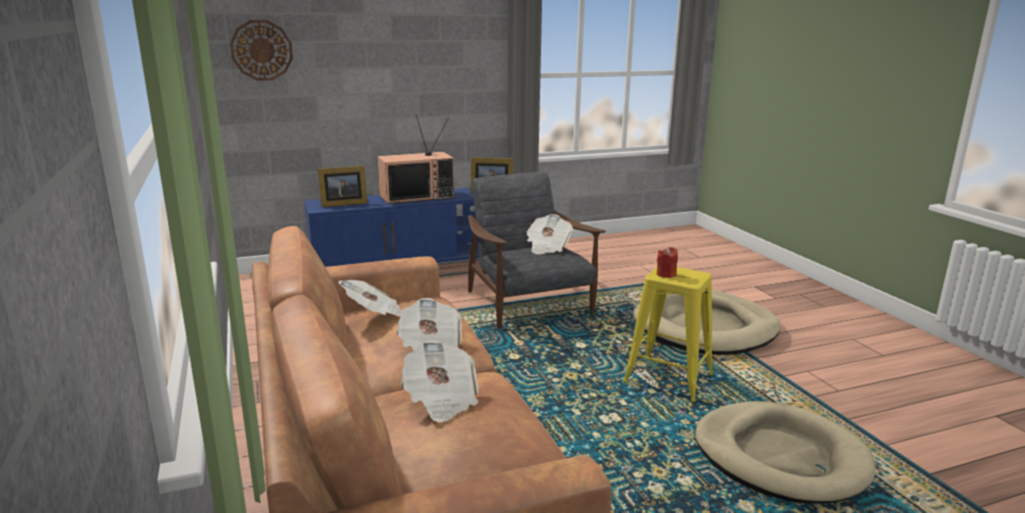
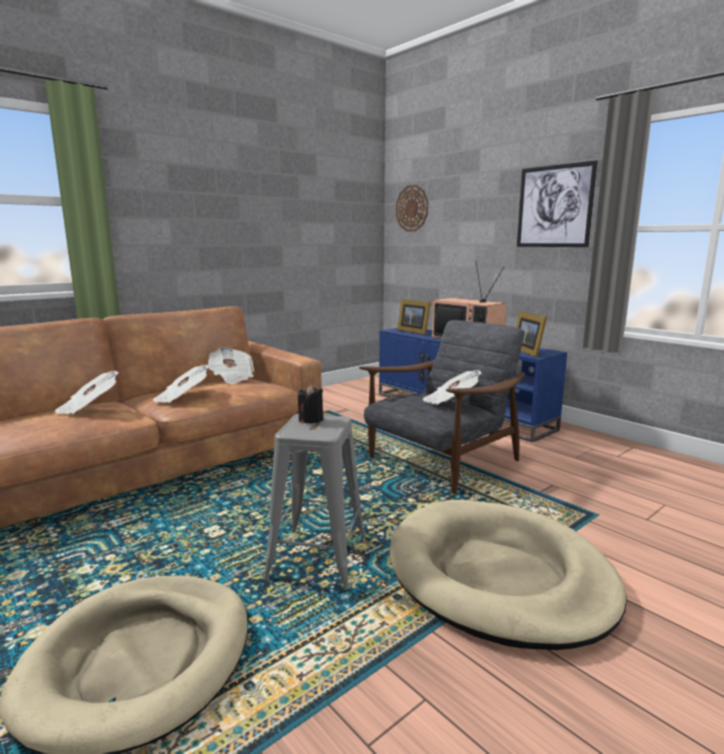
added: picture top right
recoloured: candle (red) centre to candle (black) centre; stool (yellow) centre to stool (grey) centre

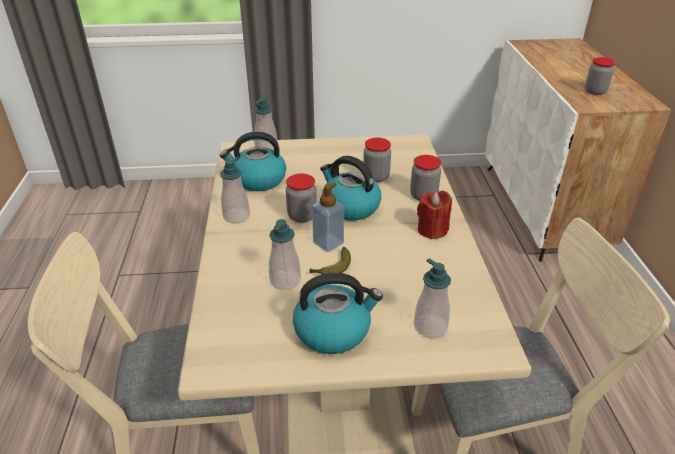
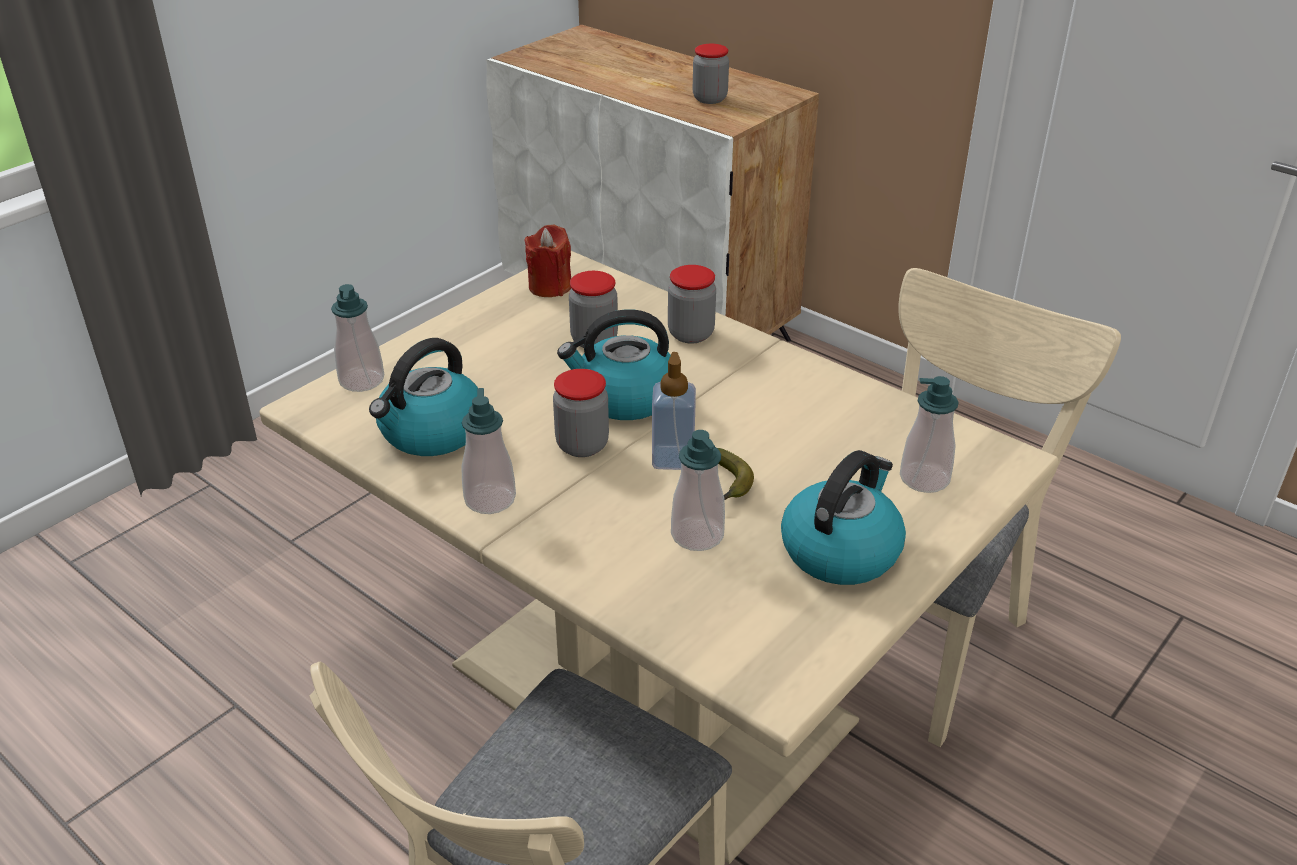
moved: candle (red) centre to top centre

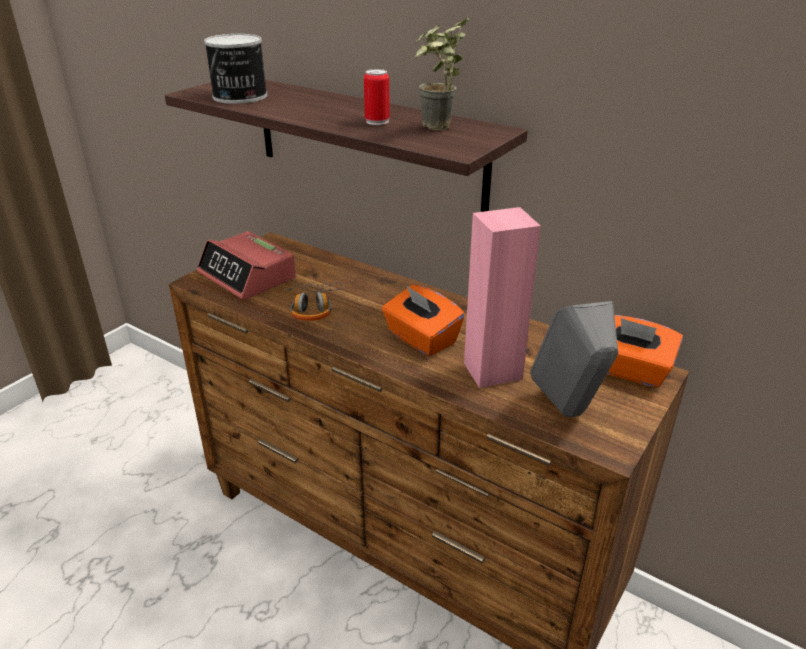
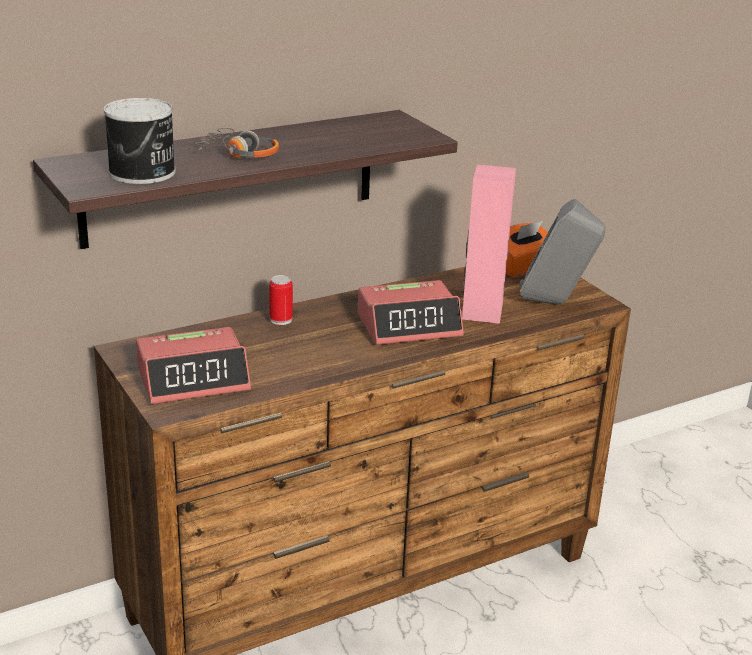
removed: potted plant top centre
moved: can (2nd from left) top centre to centre; headphones centre to top left
replaced: tissue box (orange) (1st from left) centre to alarm clock (2nd from left) centre

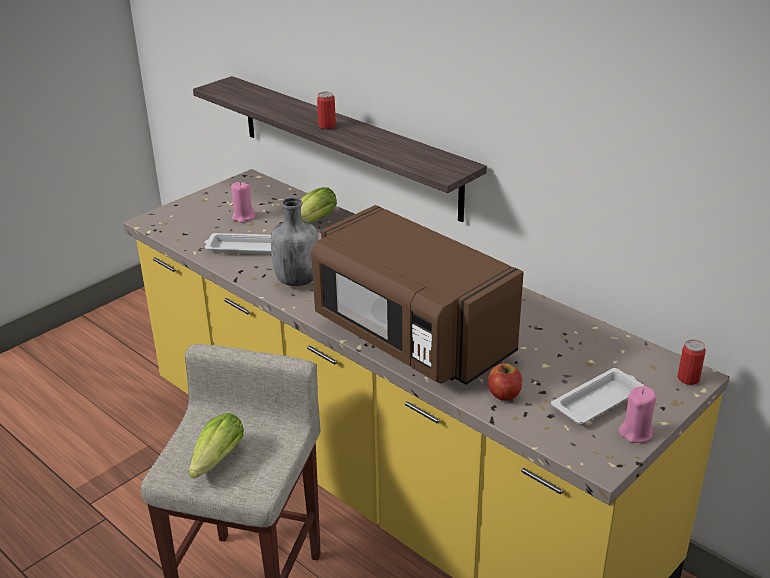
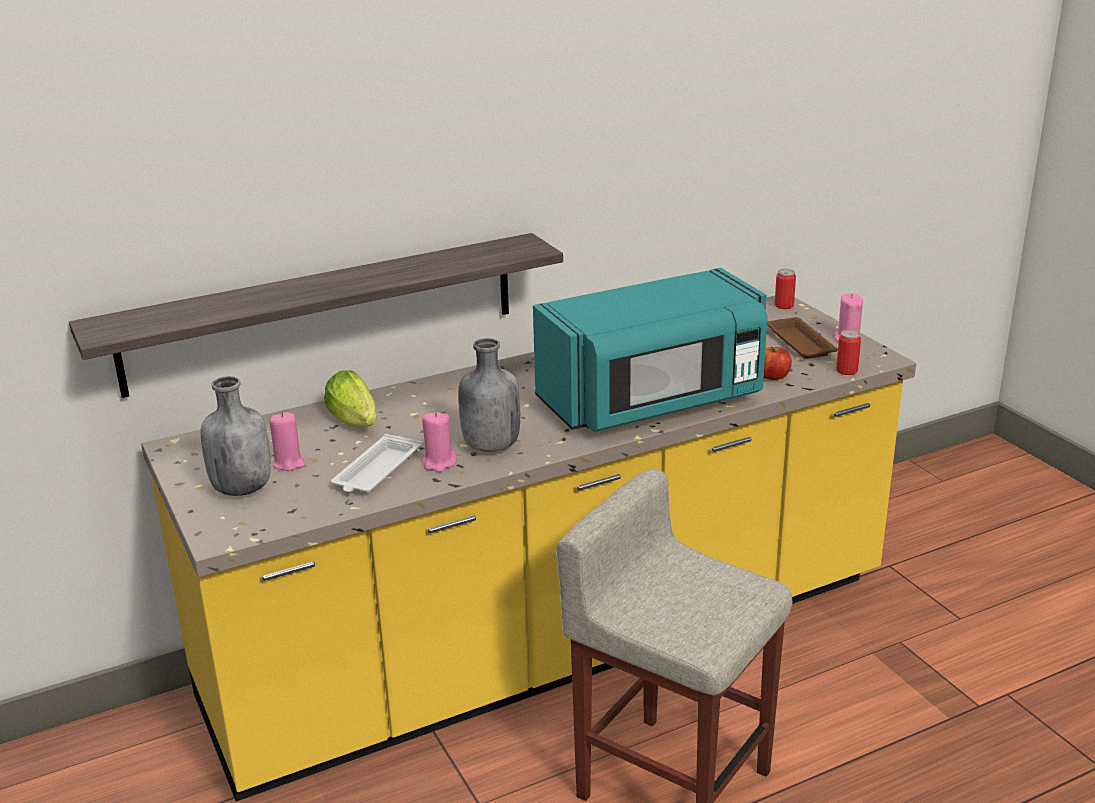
removed: lettuce (1st from left) bottom left
added: bottle (grey) (1st from left) middle left; candle (pink) (2nd from left) centre
moved: can (1st from left in the first image) top centre to can (2nd from left) middle right
recoloured: microwave (brown) centre to microwave (turquoise) centre; tray (white) (2nd from left) bottom right to tray (brown) middle right

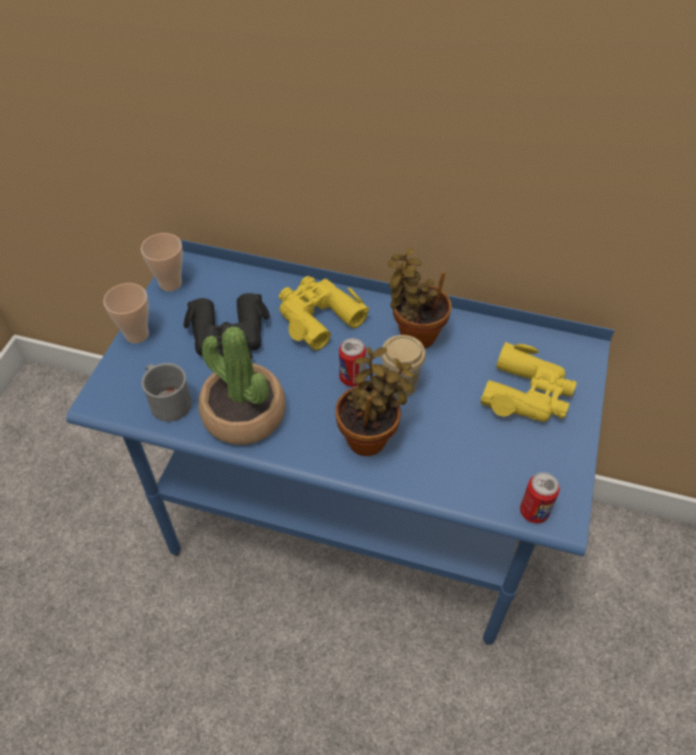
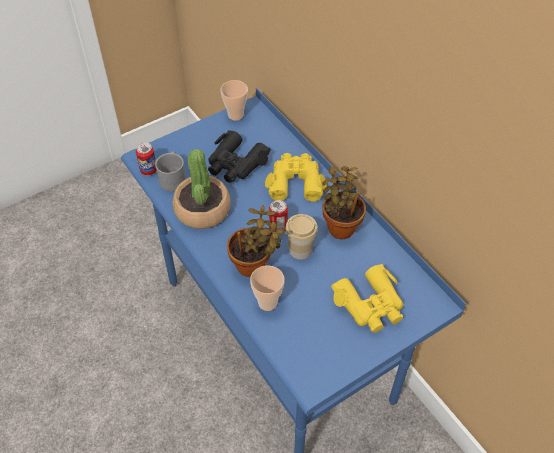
moved: cup (1st from left in the first image) middle left to cup (2nd from left) centre; can (2nd from left in the first image) middle right to can (1st from left) middle left

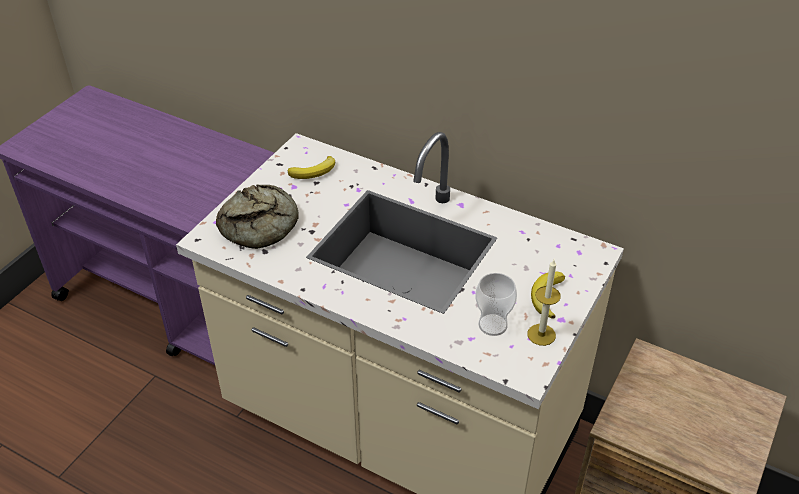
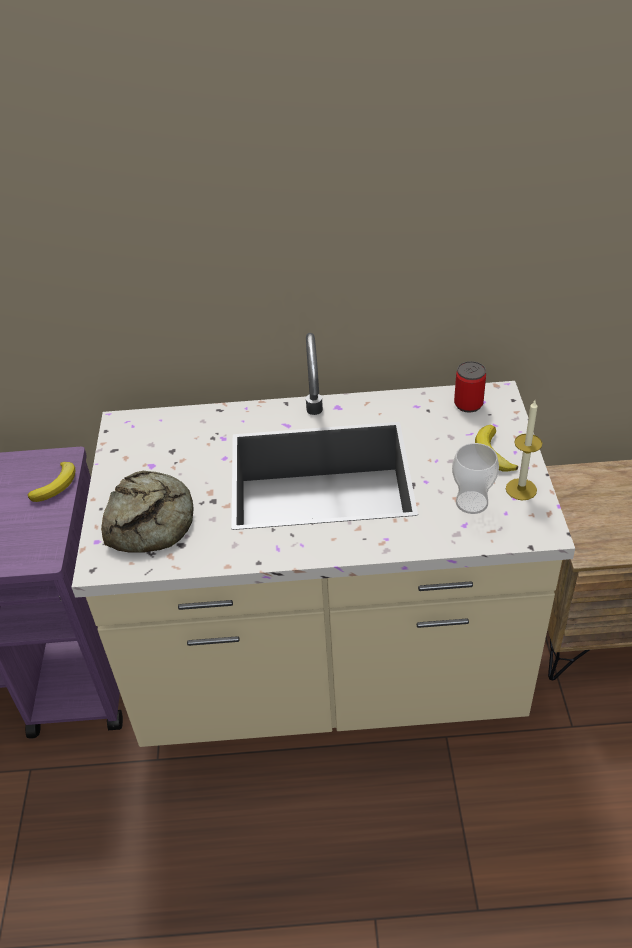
added: can middle right
moved: banana (1st from left) centre to middle left

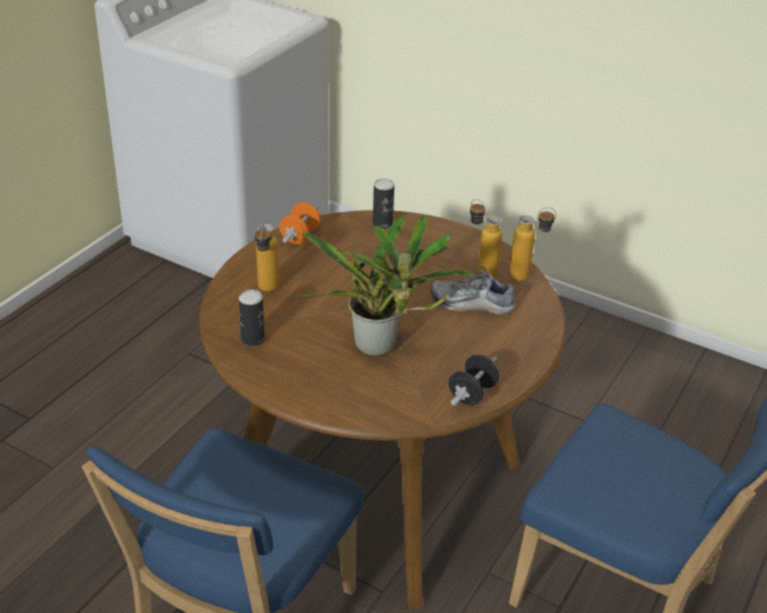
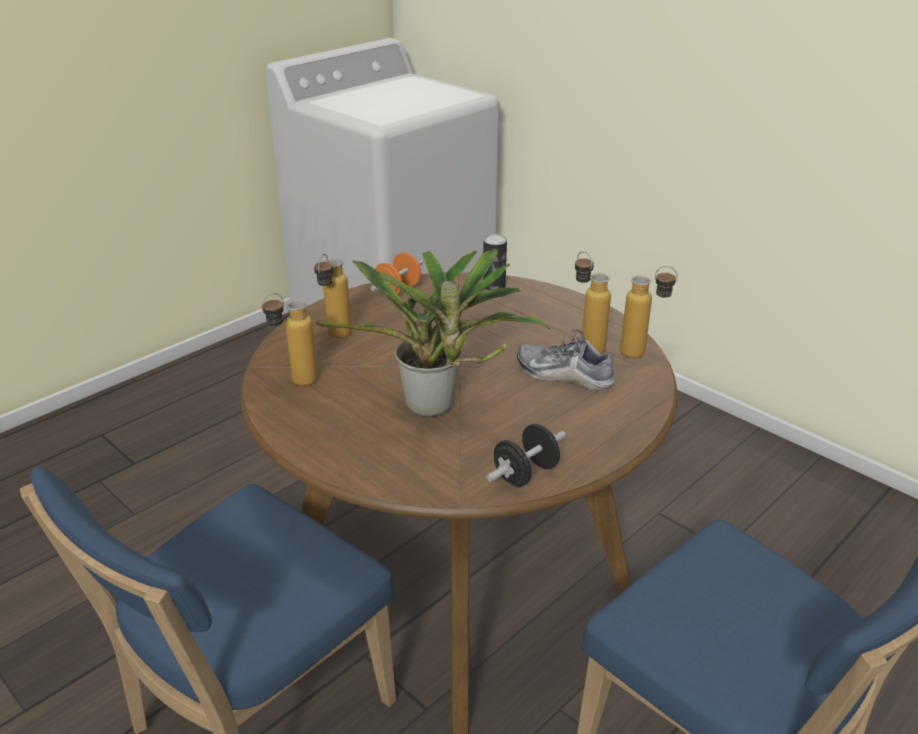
replaced: can (1st from left) middle left to bottle (1st from left) middle left

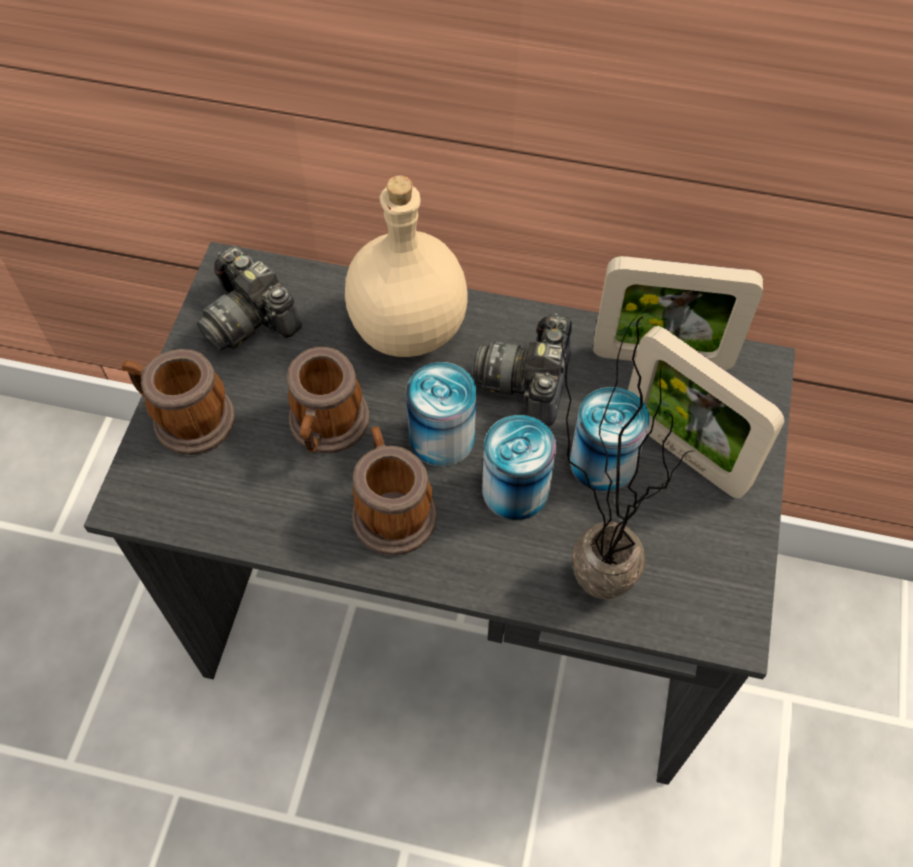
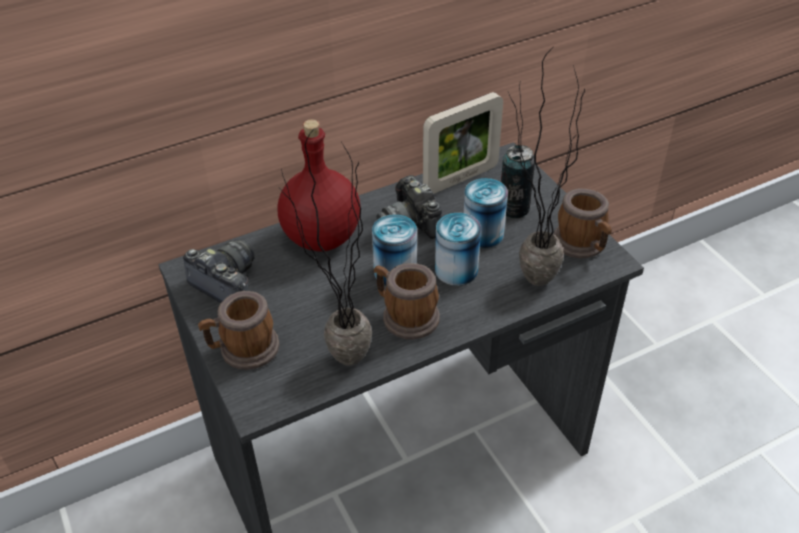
added: potted plant (1st from left) centre
moved: mug (2nd from left in the first image) centre to mug (3rd from left) middle right
replaced: picture frame (2nd from left) middle right to can (4th from left) centre
recoloured: bottle (beige) top centre to bottle (red) centre
turned: photo camera (1st from left) middle left = middle left 150 degrees counterclockwise

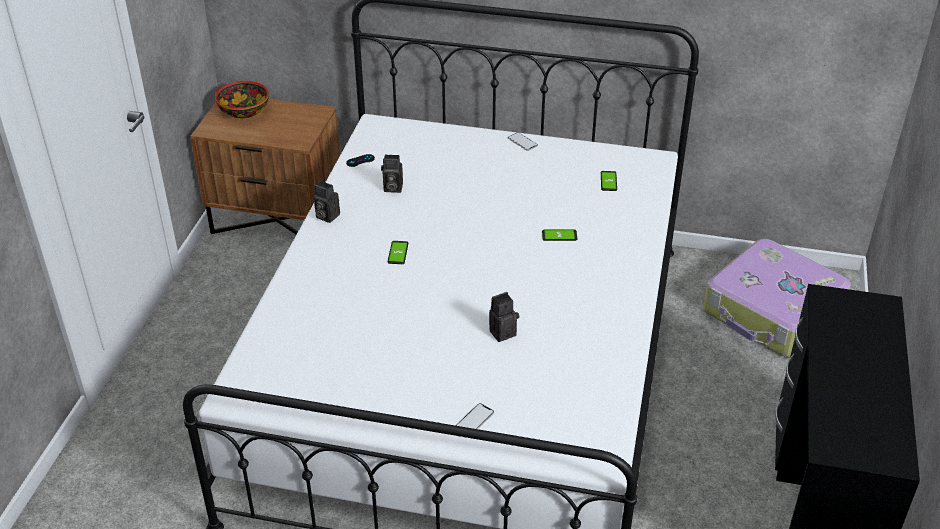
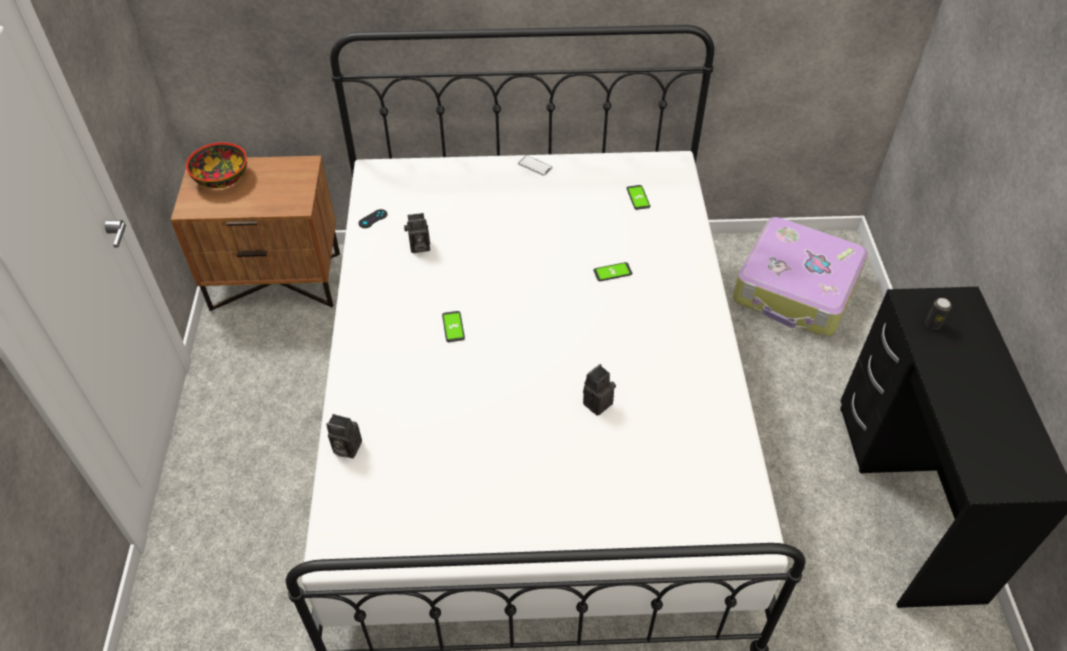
removed: phone (2nd from left) bottom centre
added: can middle right
moved: photo camera (1st from left) centre to bottom left

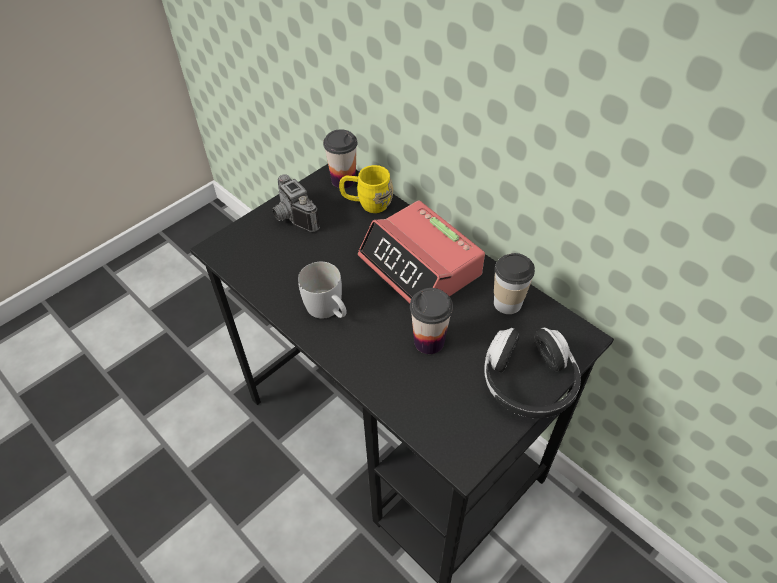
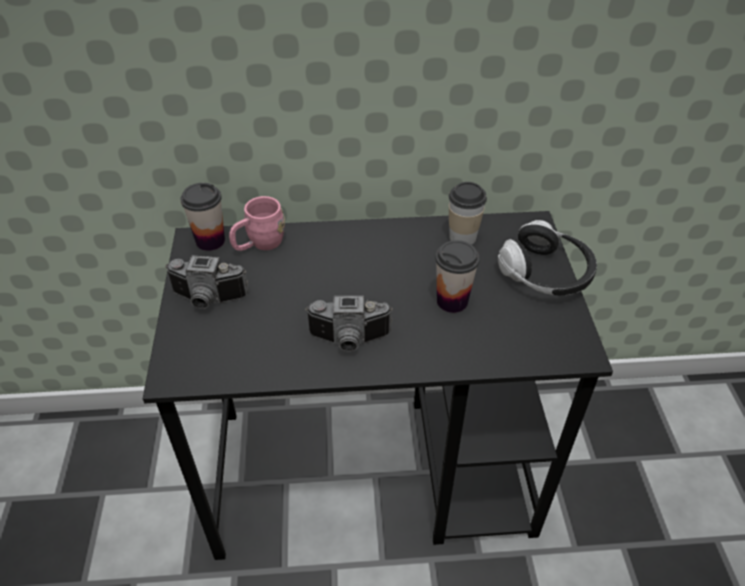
removed: alarm clock centre
replaced: mug (white) centre to photo camera (2nd from left) centre
recoloured: mug (yellow) top centre to mug (pink) centre

